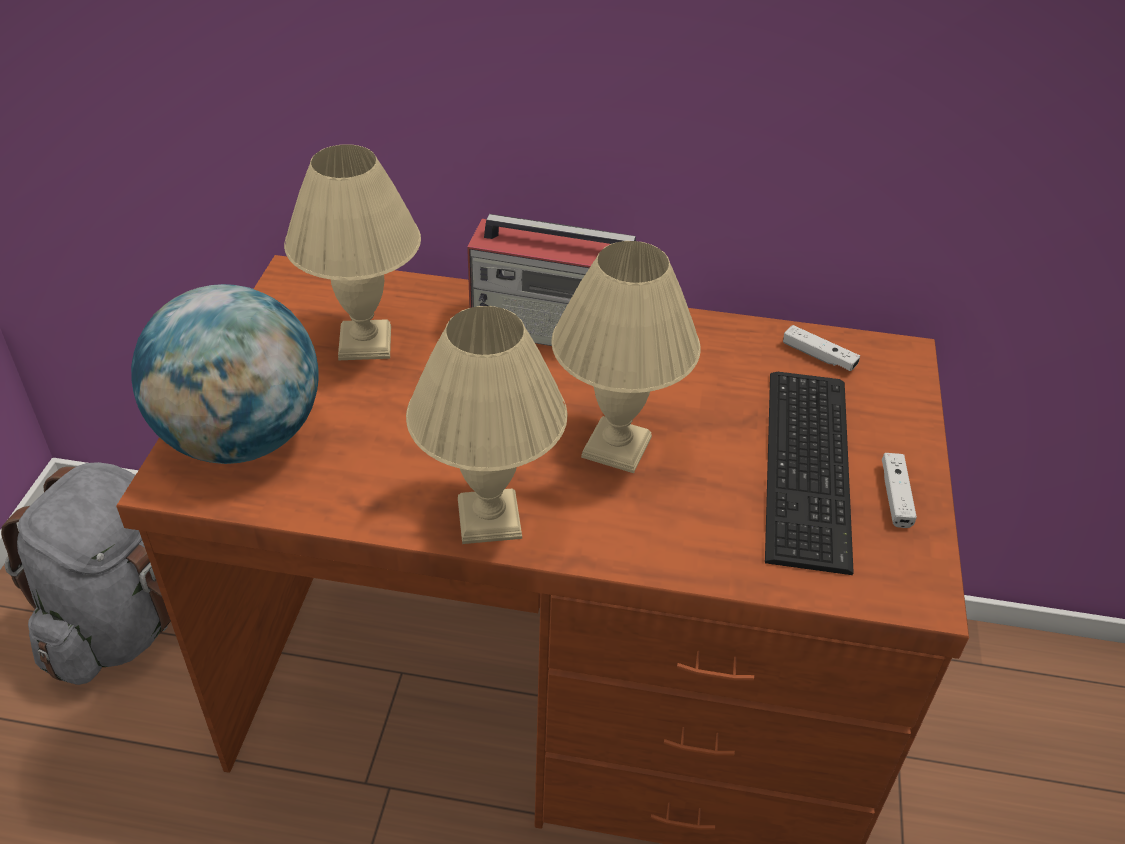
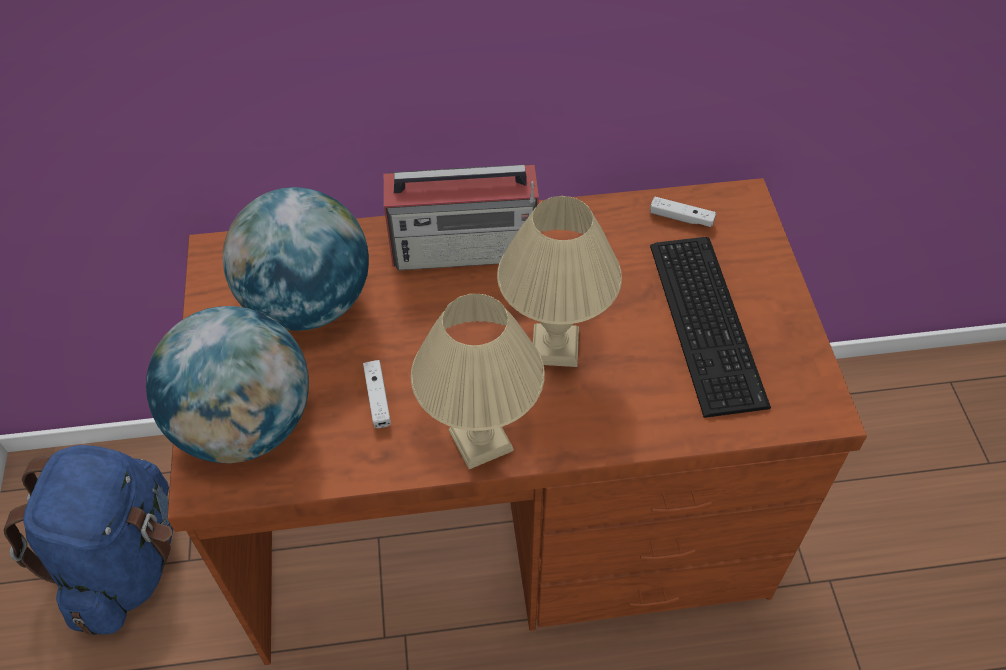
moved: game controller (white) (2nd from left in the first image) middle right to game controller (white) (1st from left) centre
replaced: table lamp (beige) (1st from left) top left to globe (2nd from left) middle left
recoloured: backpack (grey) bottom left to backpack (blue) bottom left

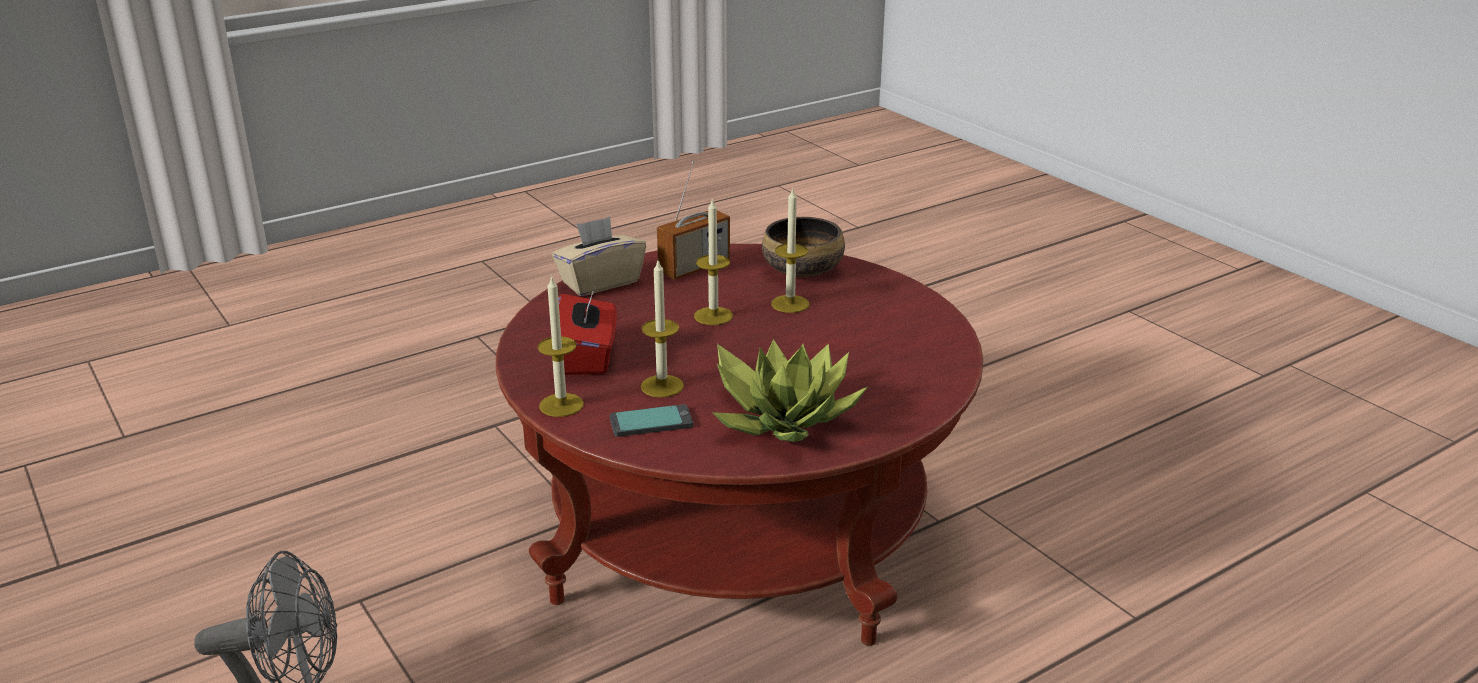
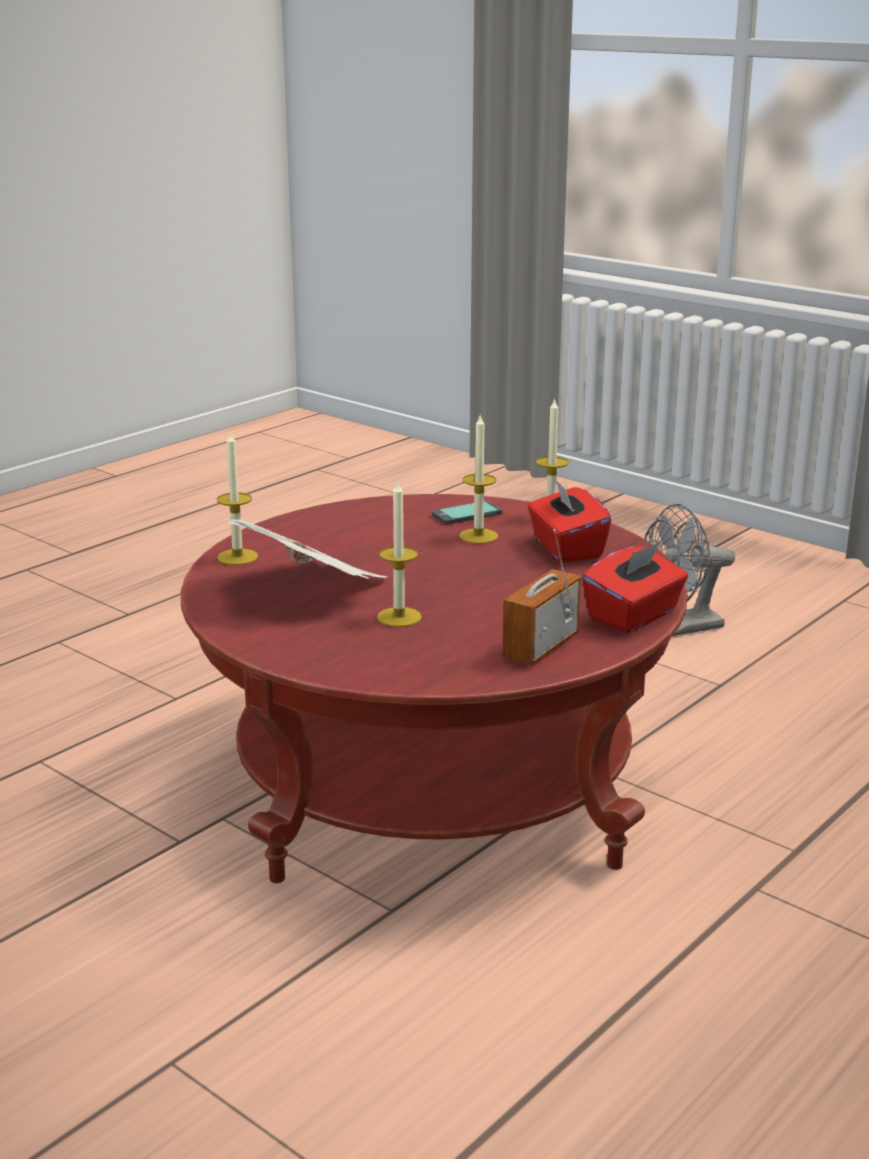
removed: bowl centre; potted plant centre
added: newspaper centre
moved: candle (3rd from left in the first image) centre to candle (1st from left) middle left
recoloured: tissue box (beige) centre to tissue box (red) (2nd from left) middle right

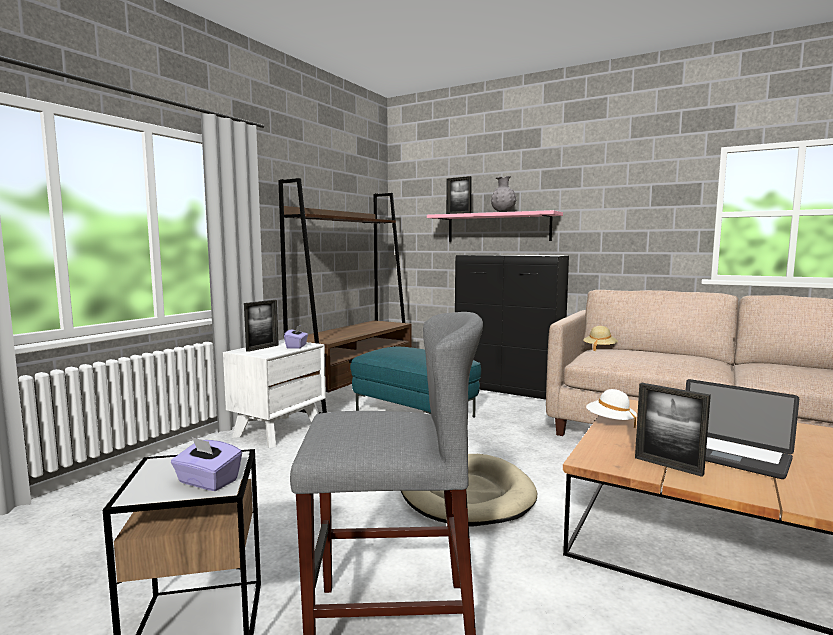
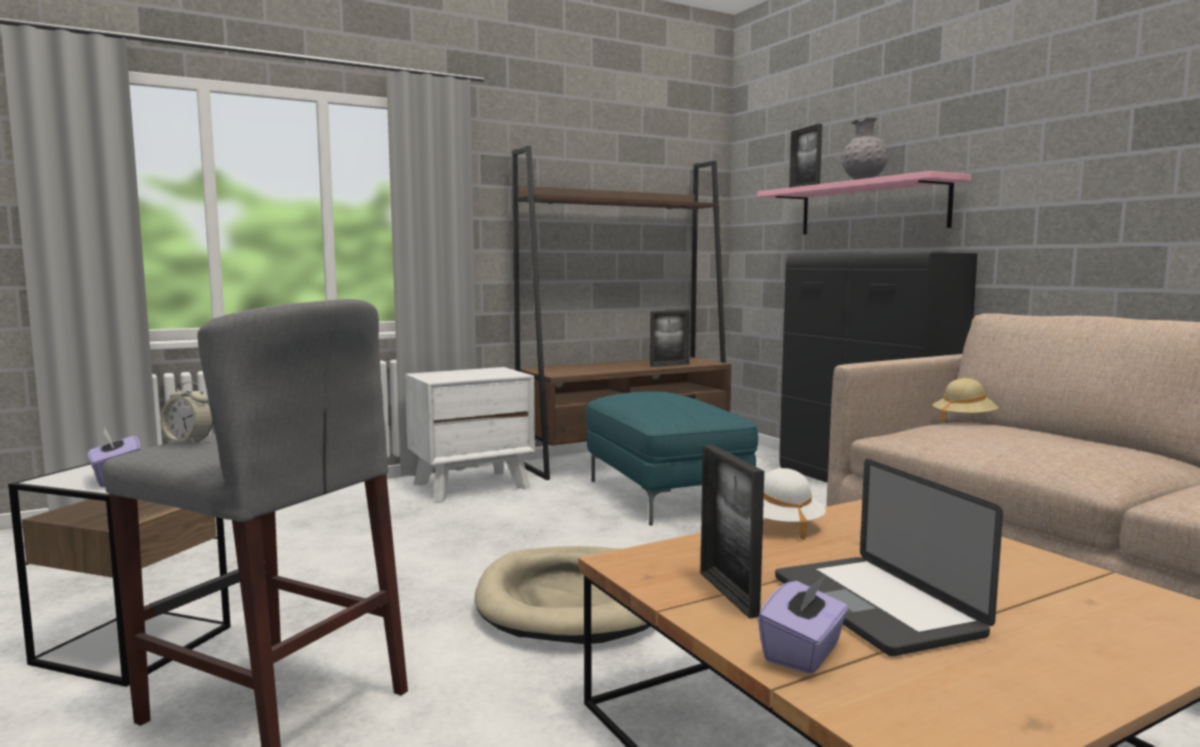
added: alarm clock middle left
moved: picture frame (1st from left) middle left to centre; tissue box (purple) (2nd from left) centre to bottom right

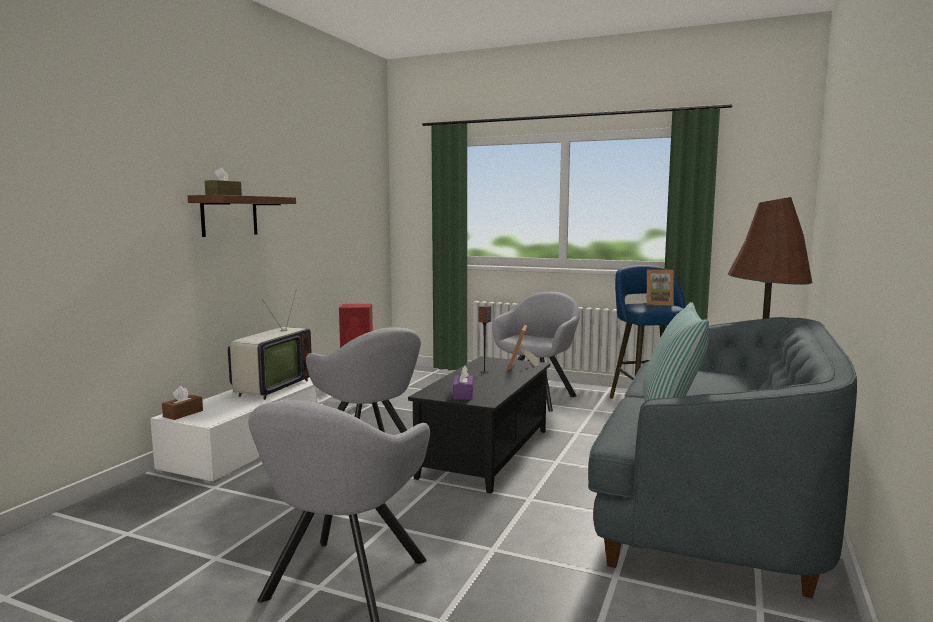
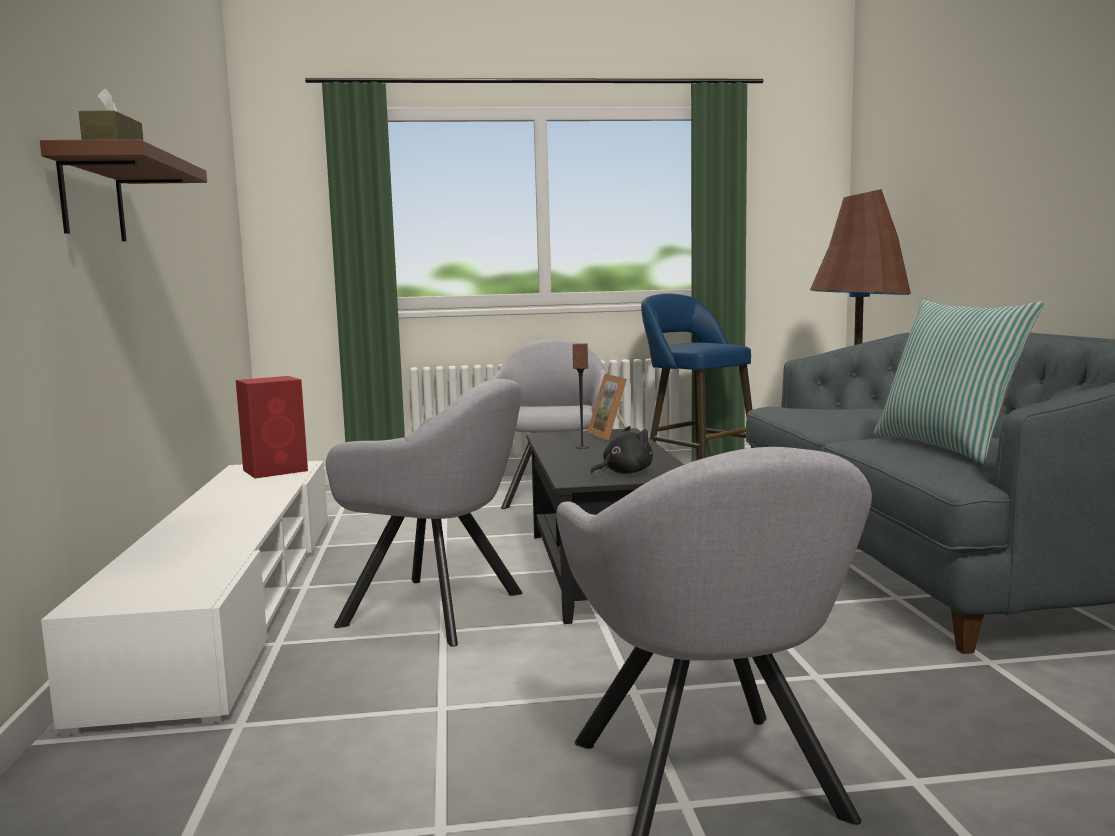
removed: picture frame (2nd from left) middle right; television middle left; tissue box (brown) (1st from left) middle left
replaced: tissue box (purple) centre to plush toy (black) centre

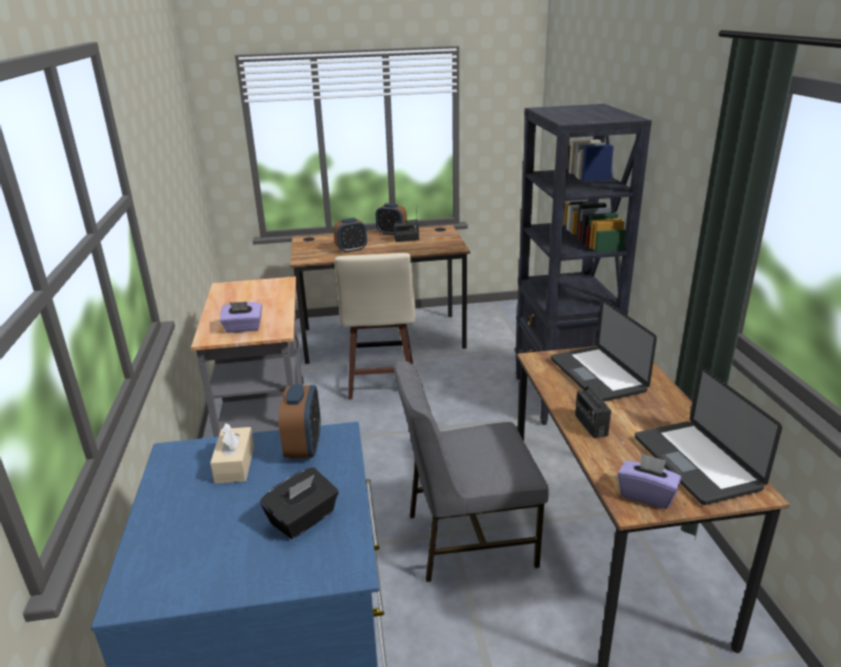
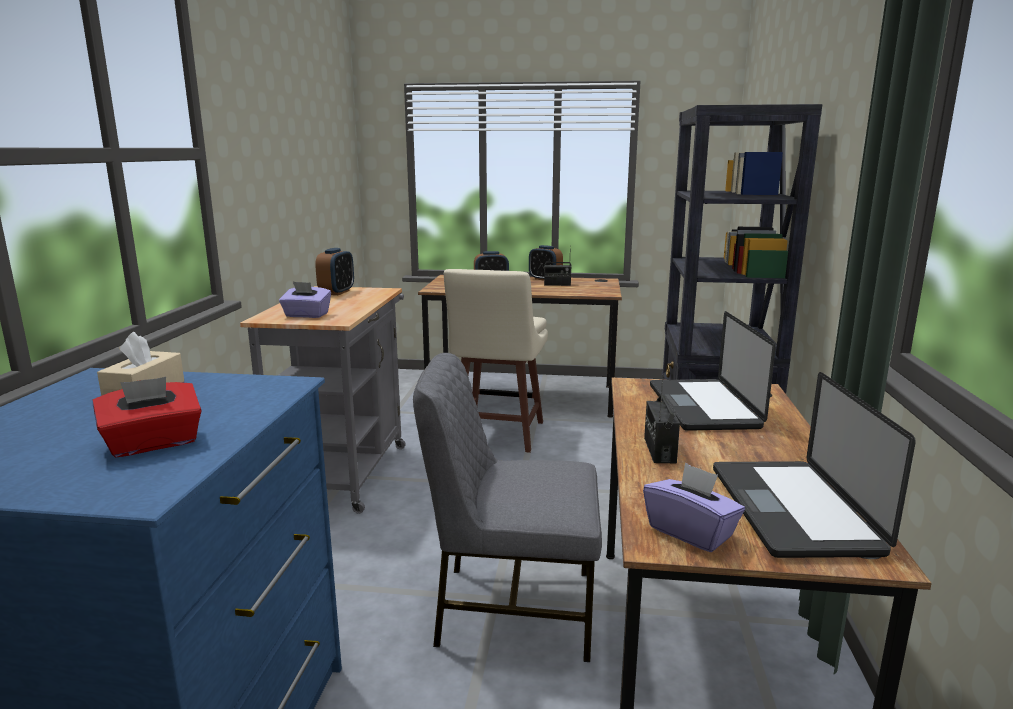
moved: alarm clock (1st from left) centre to middle left
recoloured: tissue box (black) bottom centre to tissue box (red) middle left

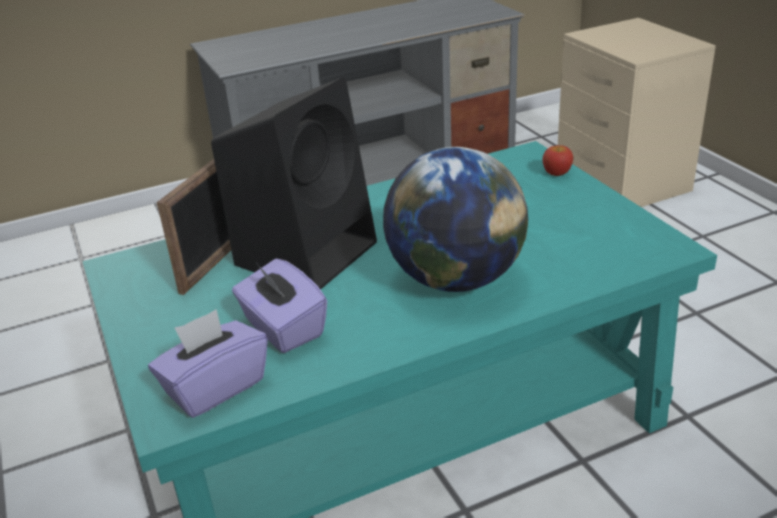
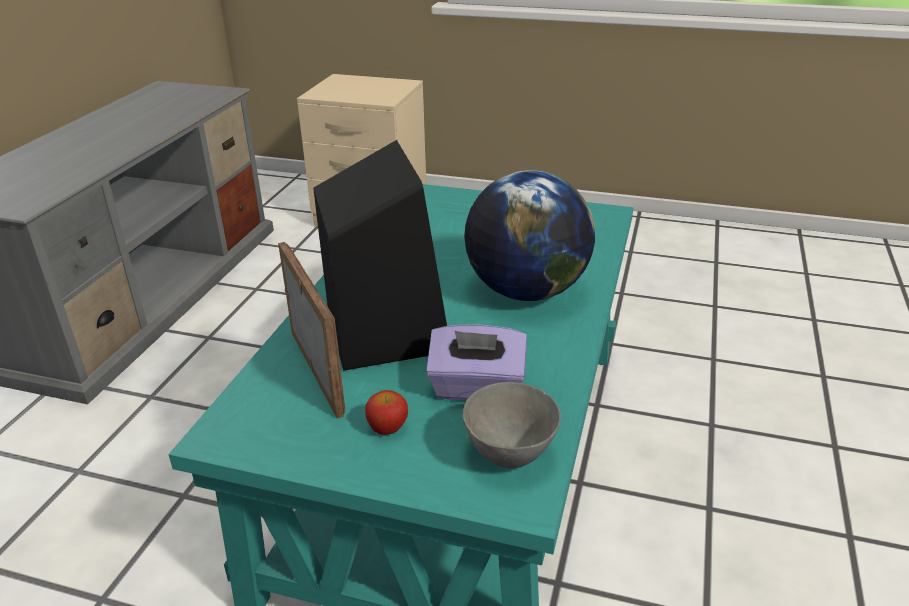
moved: apple top right to bottom centre
replaced: tissue box (purple) (1st from left) bottom left to bowl (grey) bottom centre

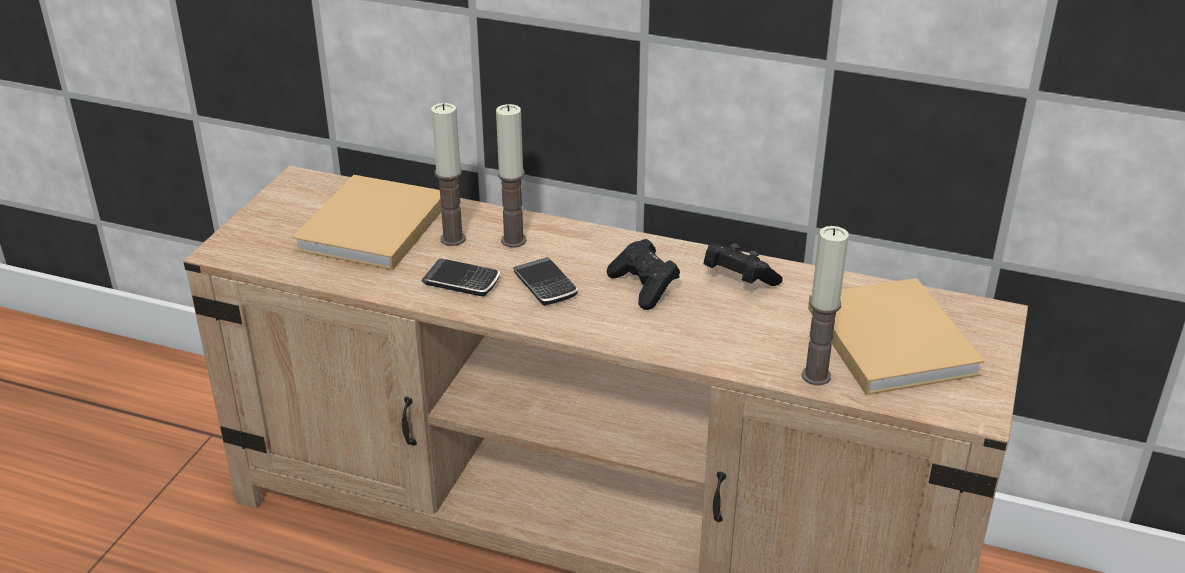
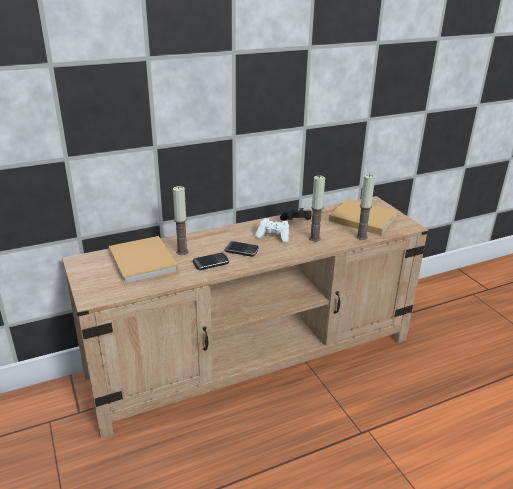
moved: candle (2nd from left) top centre to centre
recoloured: game controller (black) (1st from left) centre to game controller (white) centre

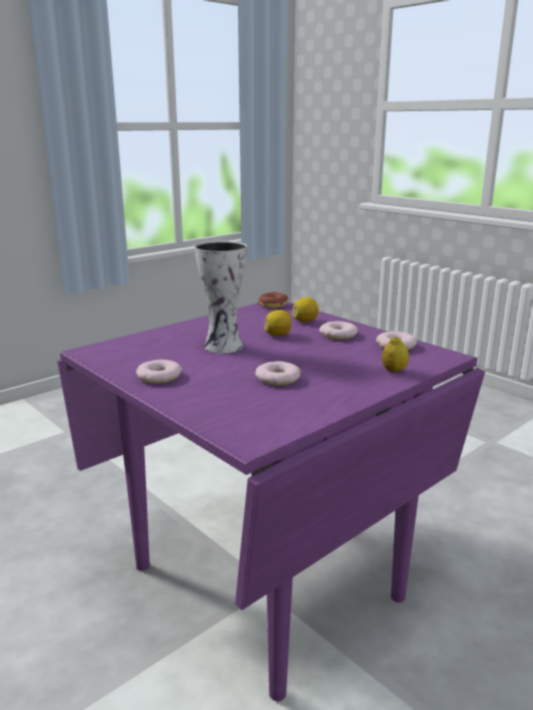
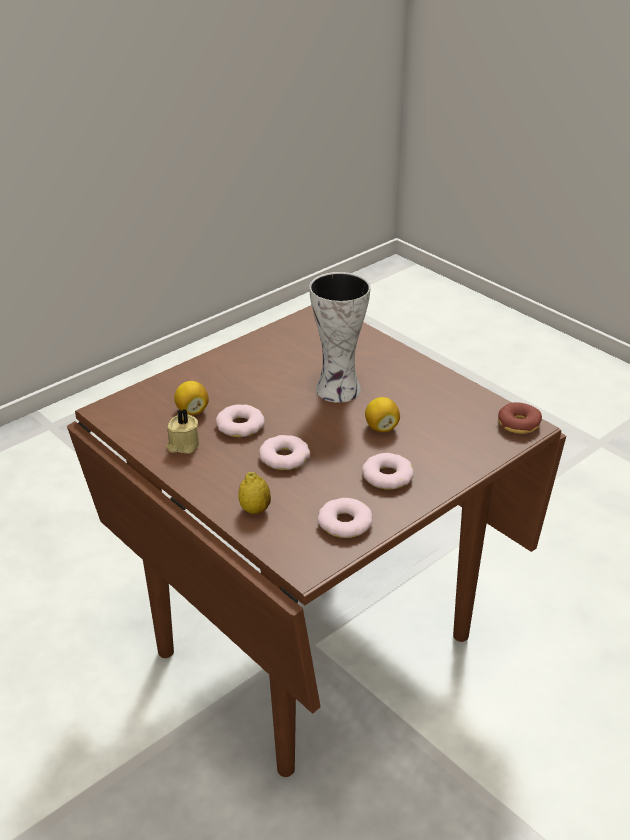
added: candle (beige) middle left
moved: lemon (2nd from left in the first image) centre to lemon (1st from left) middle left; donut (1st from left in the first image) middle left to donut (2nd from left) centre
recoloured: dining table (purple) bottom centre to dining table (brown) centre

